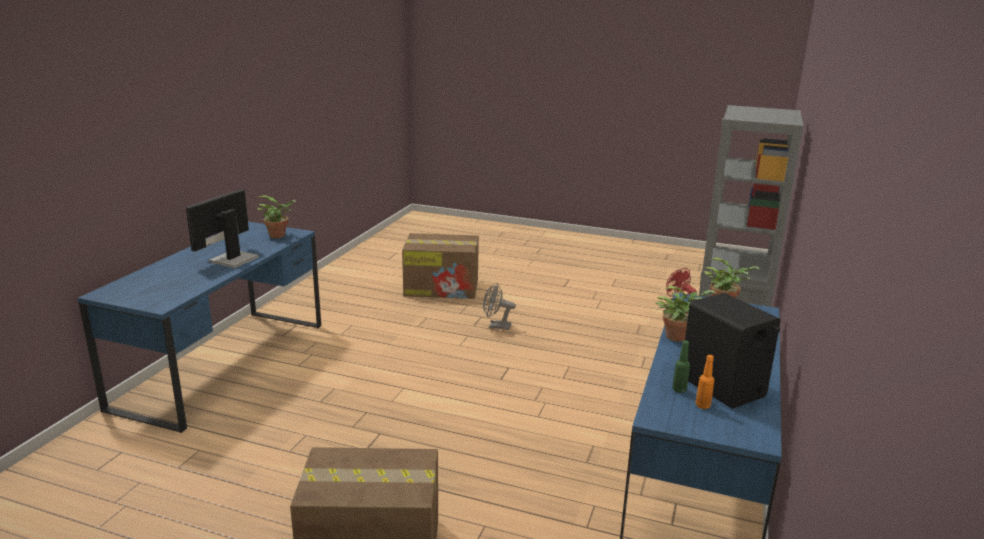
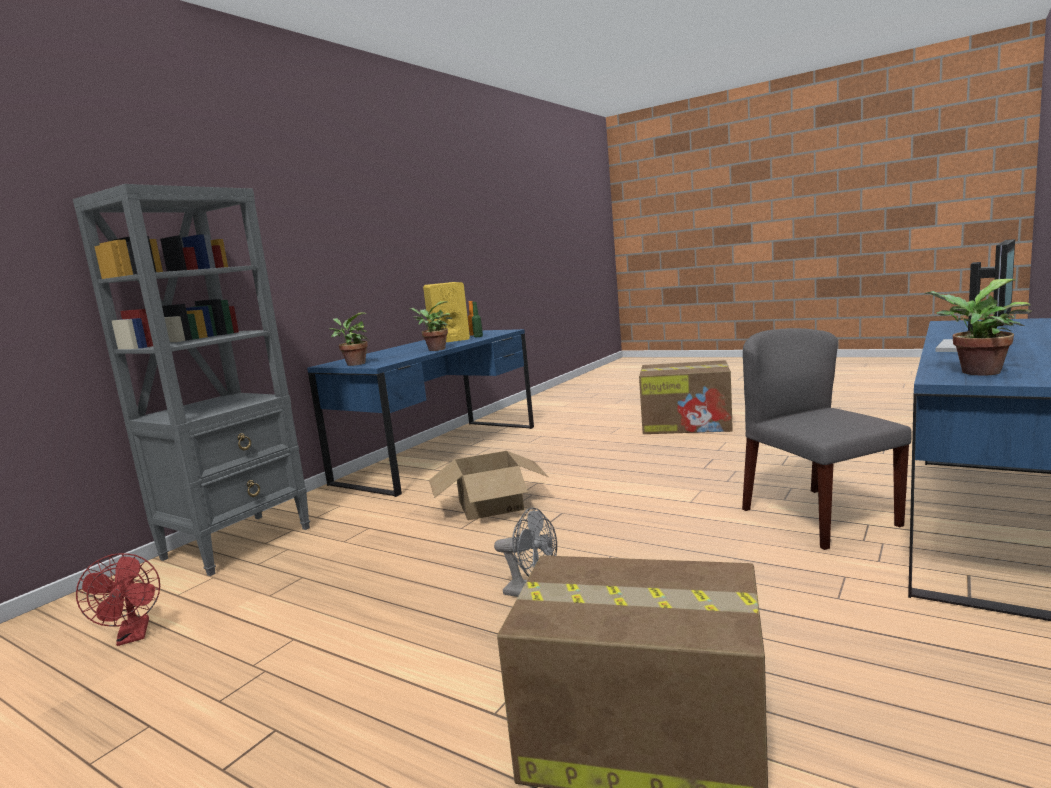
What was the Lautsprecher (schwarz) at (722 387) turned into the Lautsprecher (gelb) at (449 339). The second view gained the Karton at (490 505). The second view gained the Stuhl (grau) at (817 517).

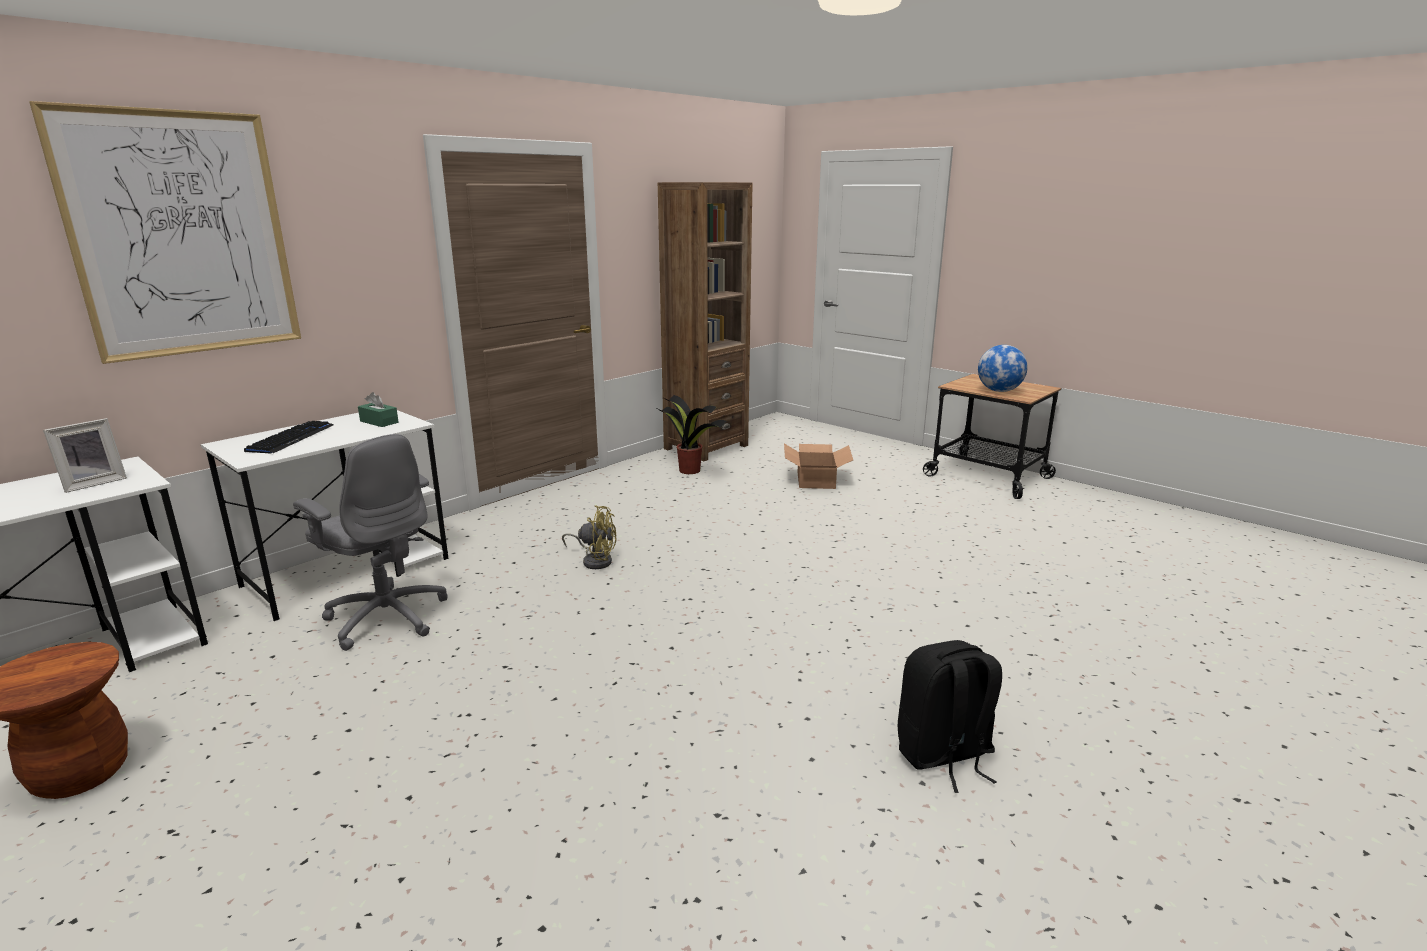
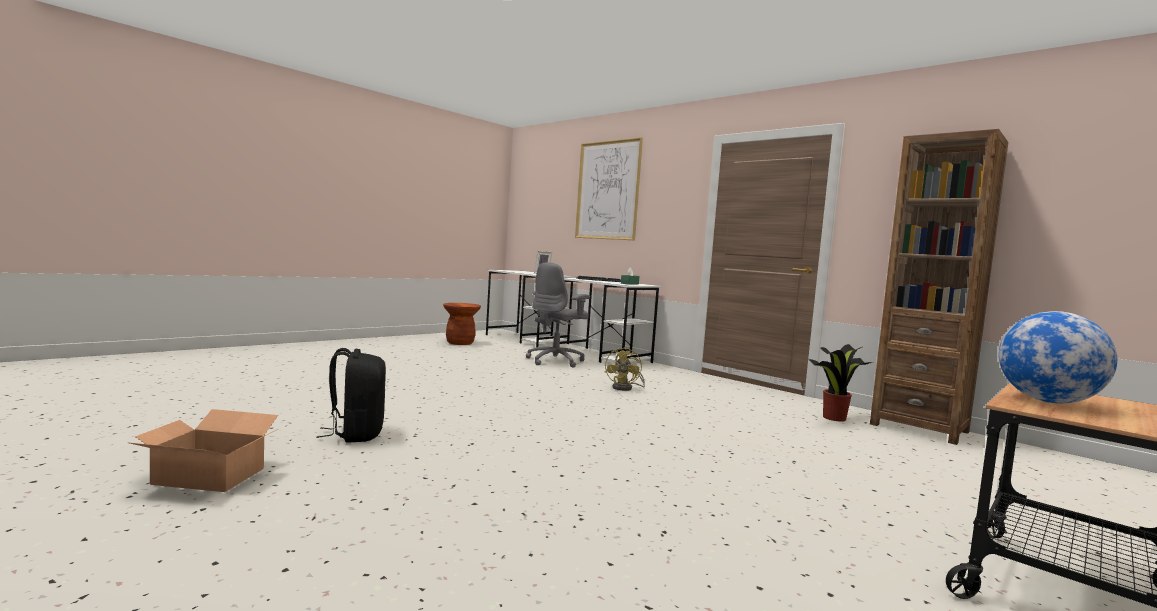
The Karton ended up elsewhere, having gone from (815 480) to (209 476).

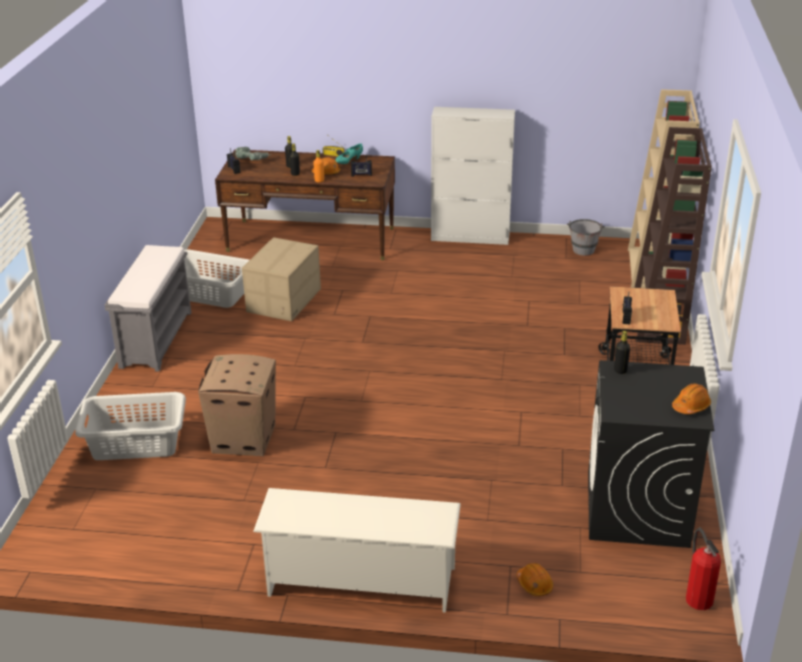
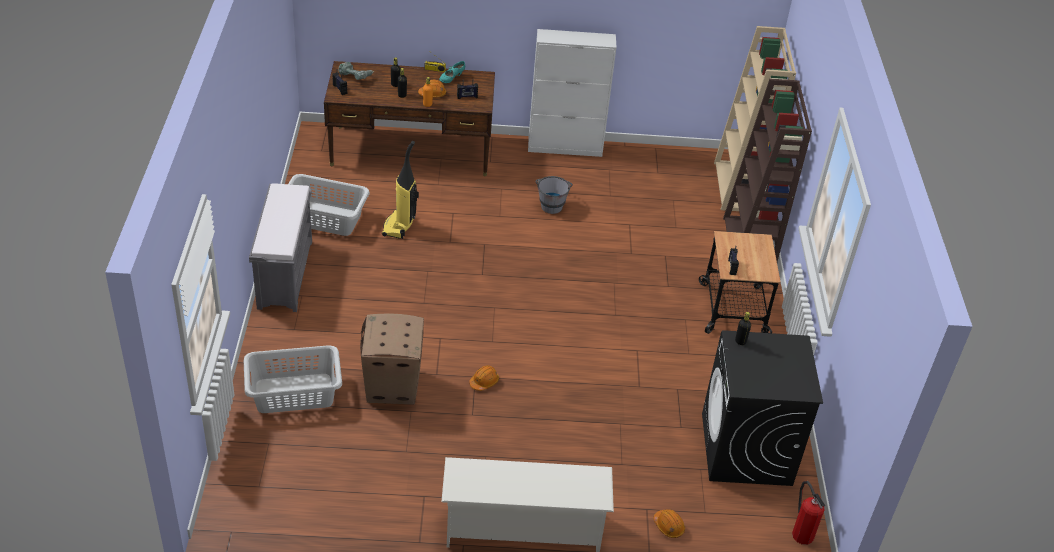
Where the Karton stood at (284 300), the Staubsauger came to stand at (399 226). The Eimer (grau) ended up elsewhere, having gone from (583 248) to (551 204). The Schutzhelm (orange) ended up elsewhere, having gone from (691 406) to (484 382).

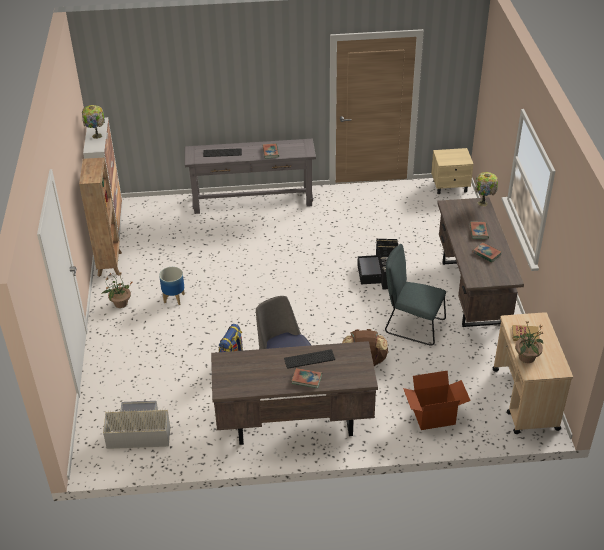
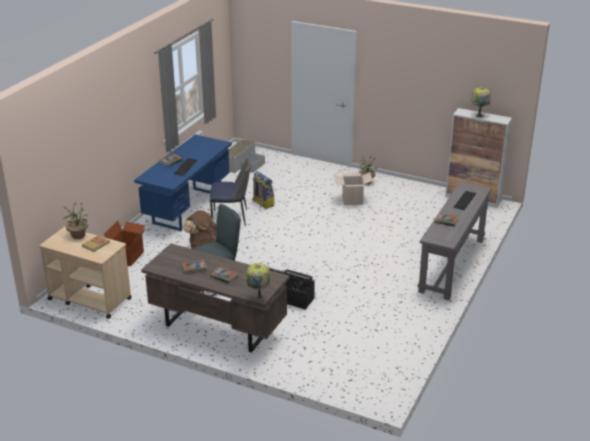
The second view lost the Bücherregal (braun) at (110 263). Where the Pflanzkübel stood at (173 298), the Karton came to stand at (352 200). What was the Schreibtisch (braun) at (293 423) turned into the Schreibtisch (blau) at (188 208). The second view lost the Nachttisch (beige) at (450 186).

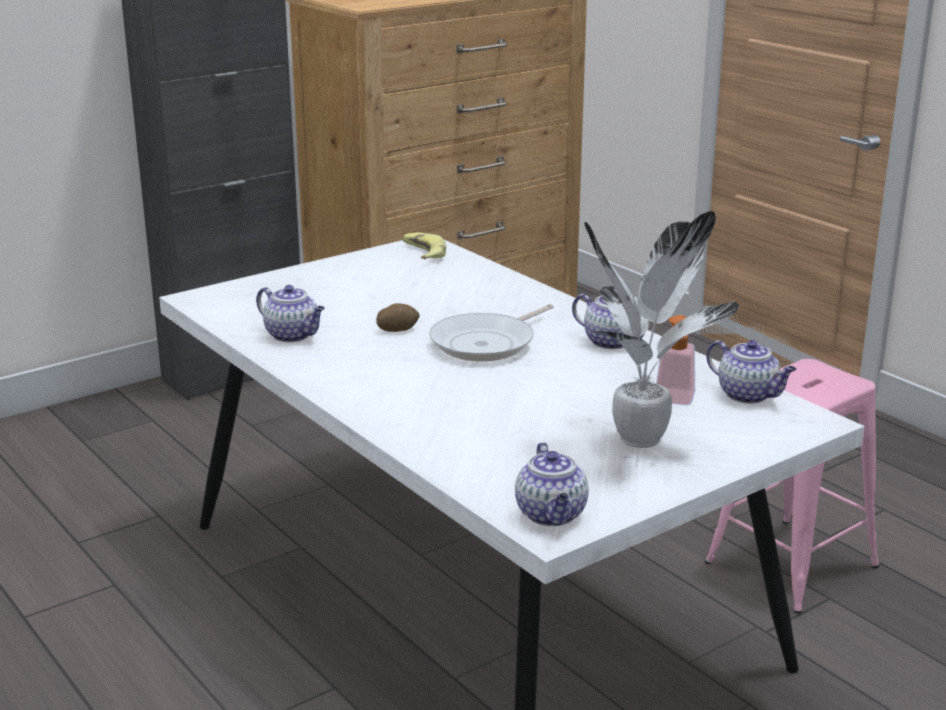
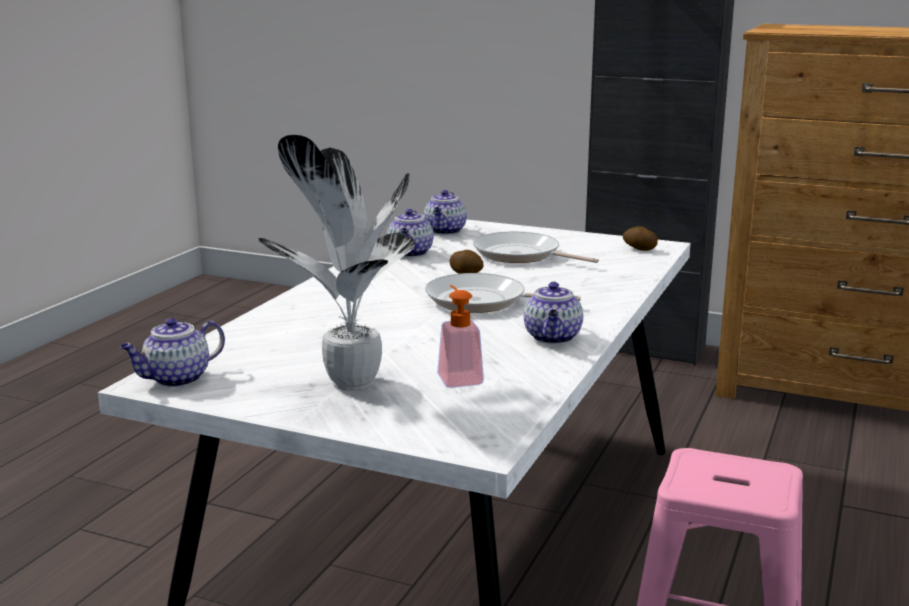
Where the Banane stood at (423 253), the Kartoffel came to stand at (639 249). The Teekanne ended up elsewhere, having gone from (749 395) to (445 231). The second view gained the Pfanne at (521 255).

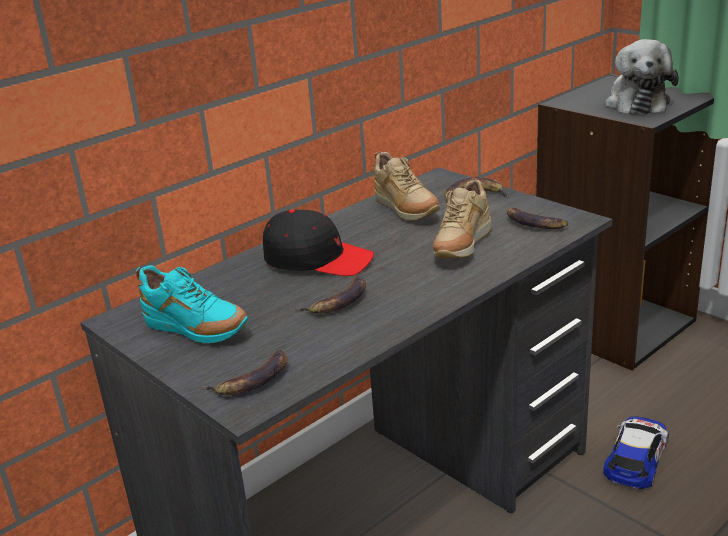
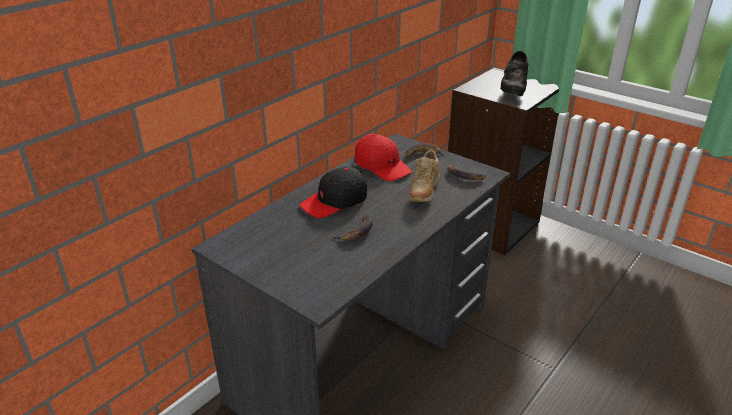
The second view lost the Schuh (türkis) at (196 331). The second view lost the Banane at (253 379). The Kappe (schwarz) at (317 259) ended up facing another way, 135 degrees clockwise from before. Where the Schuh (beige) stood at (405 211), the Kappe (rot) came to stand at (382 166). The second view lost the Spielzeugauto at (636 457). Where the Plüschtier stood at (636 103), the Schuh (schwarz) came to stand at (513 91).

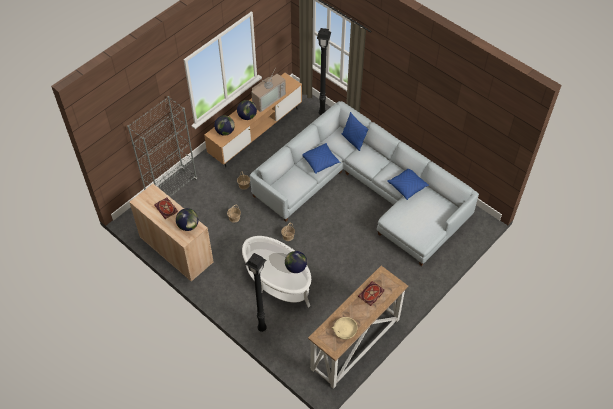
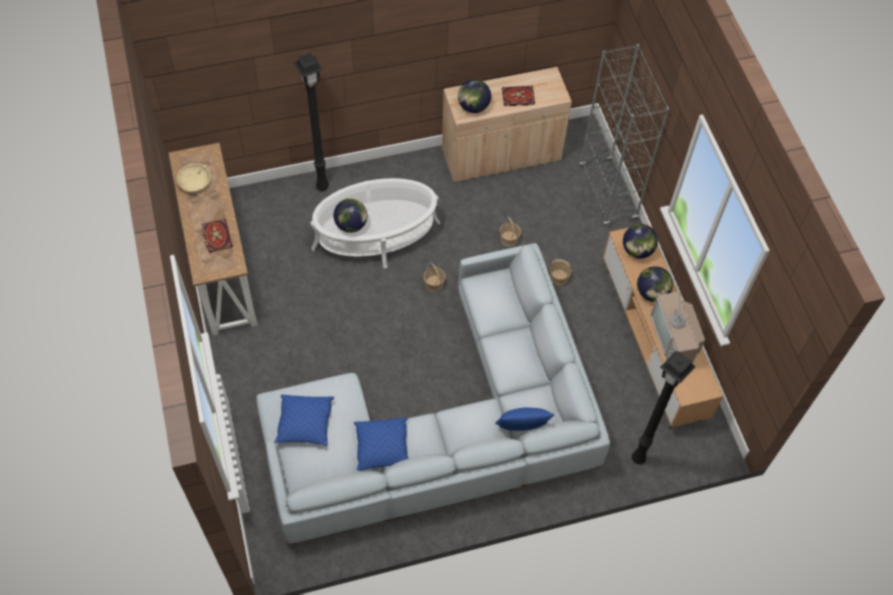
The Kissen (blau) ended up elsewhere, having gone from (320 161) to (305 424).

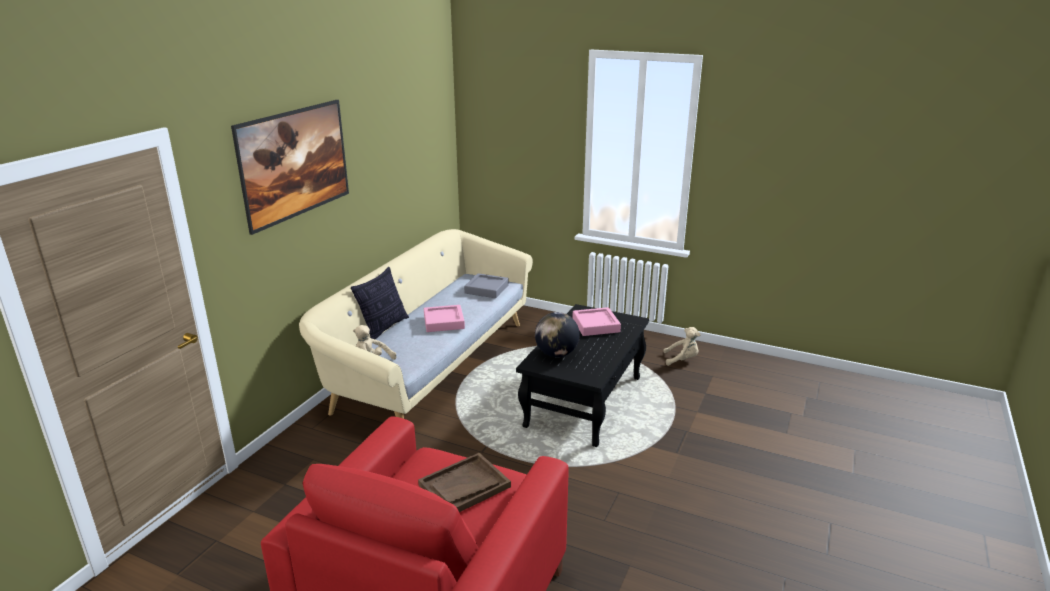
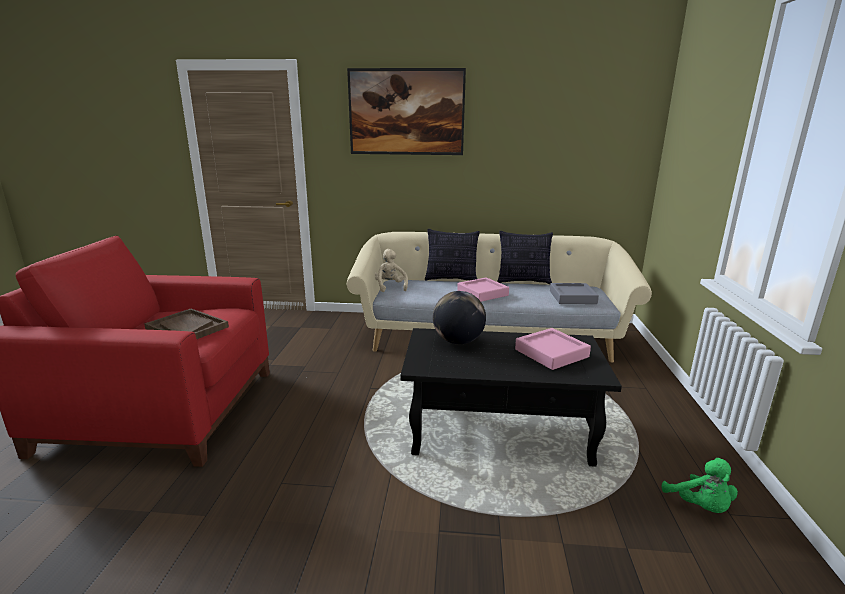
What was the Plüschtier (beige) at (682 360) turned into the Plüschtier (grün) at (700 506). The second view gained the Kissen at (523 281).

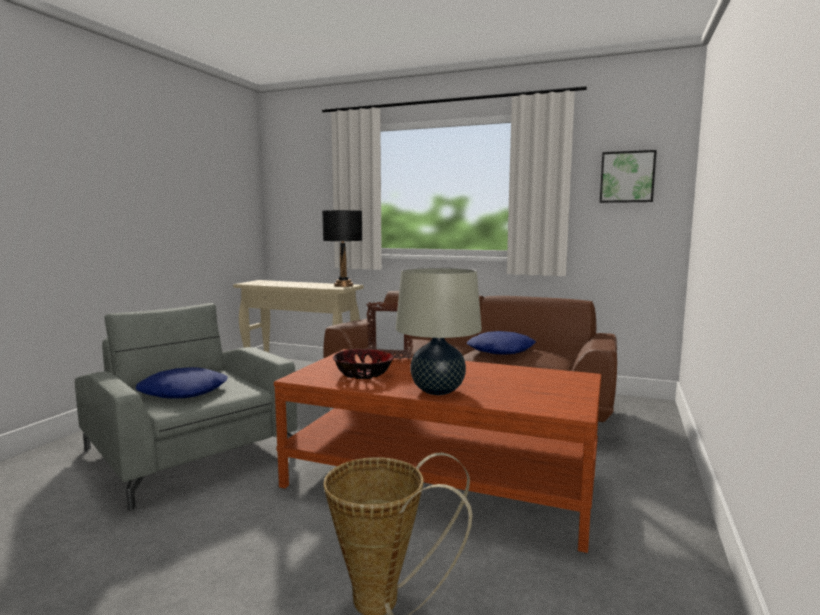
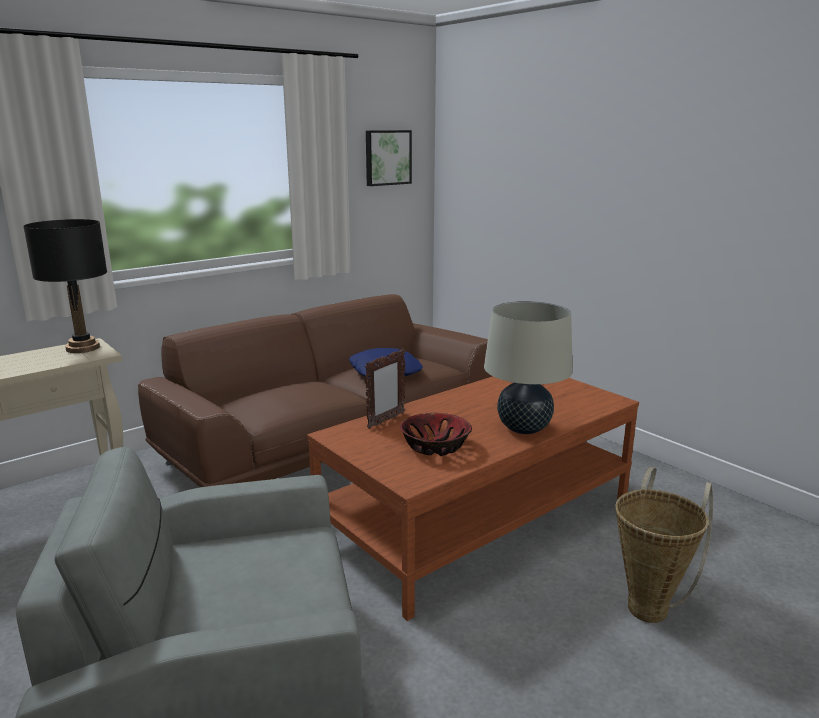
The second view lost the Kissen (blau) at (184 391).

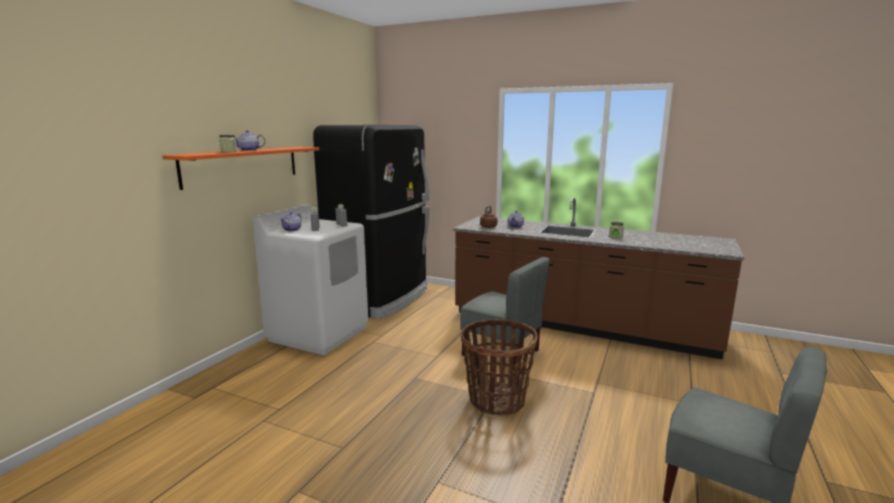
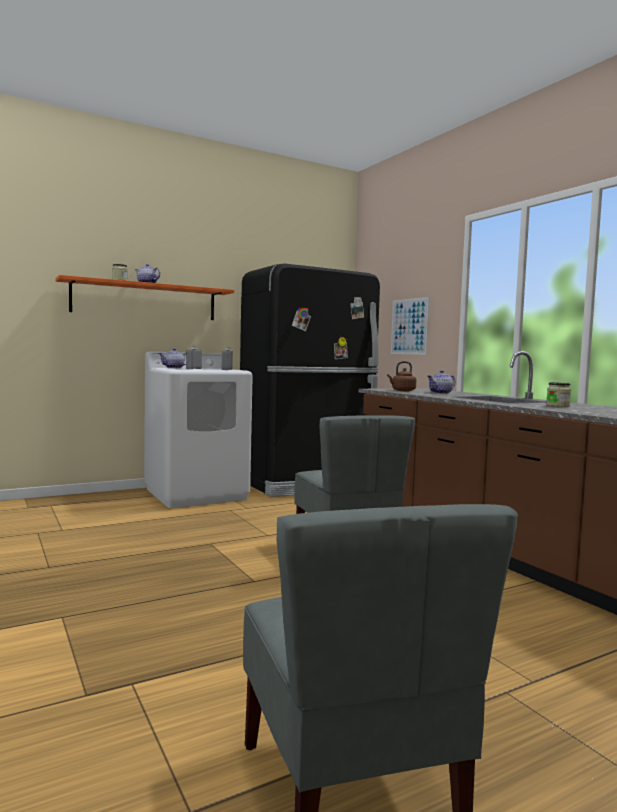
The second view lost the Korb at (496 400). The second view gained the Bild at (409 326).

